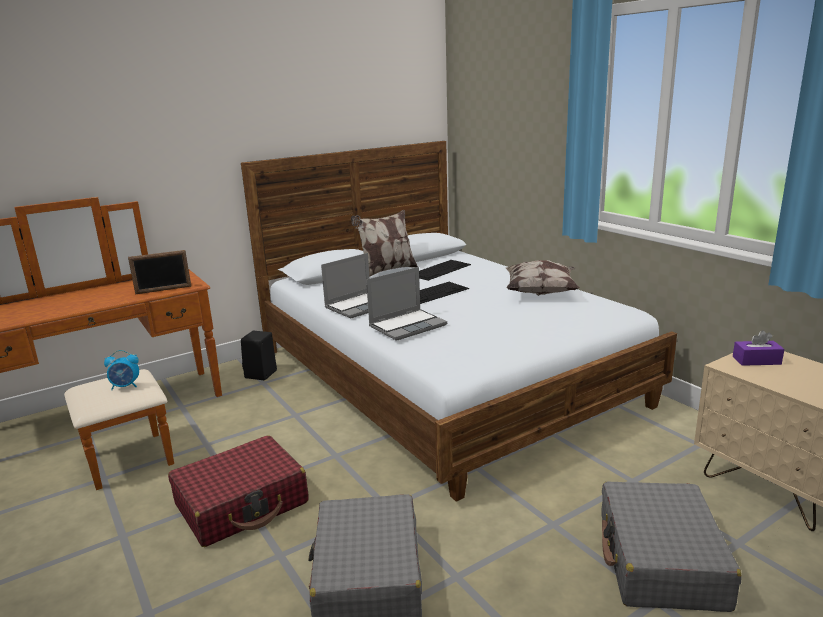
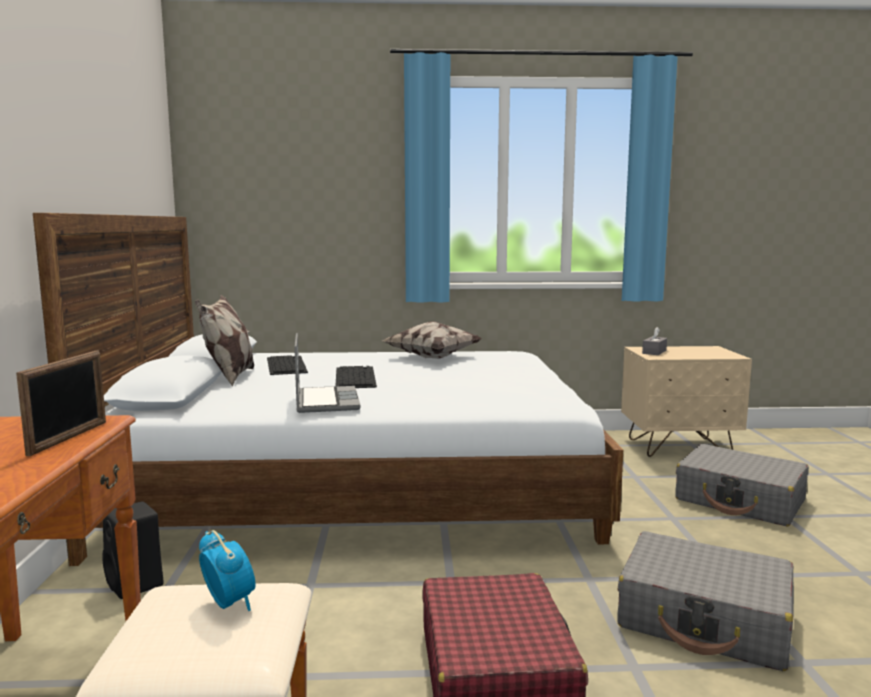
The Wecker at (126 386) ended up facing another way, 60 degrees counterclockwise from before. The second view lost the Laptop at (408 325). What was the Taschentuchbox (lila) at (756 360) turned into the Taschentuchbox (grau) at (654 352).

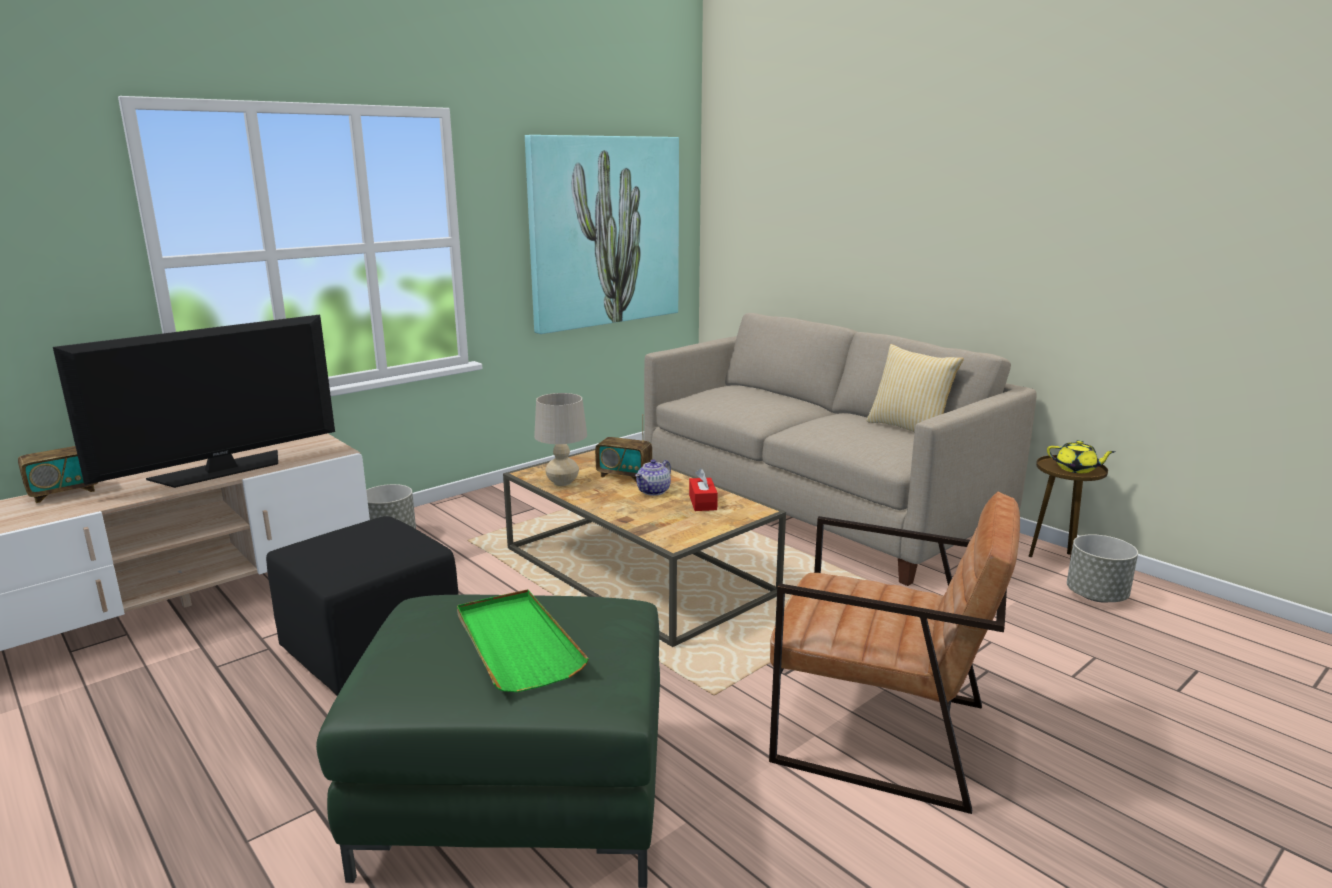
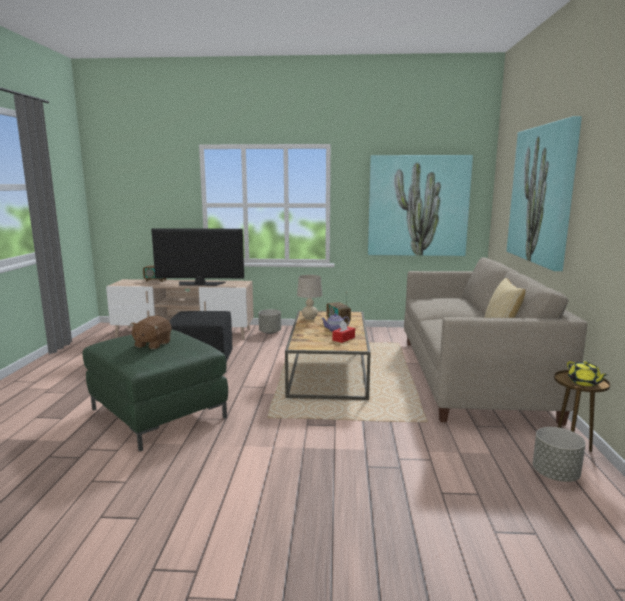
Where the Tablett (grün) stood at (516 644), the Plüschtier (braun) came to stand at (152 344). The second view lost the Sessel (braun) at (880 733). The second view gained the Bild at (542 195).

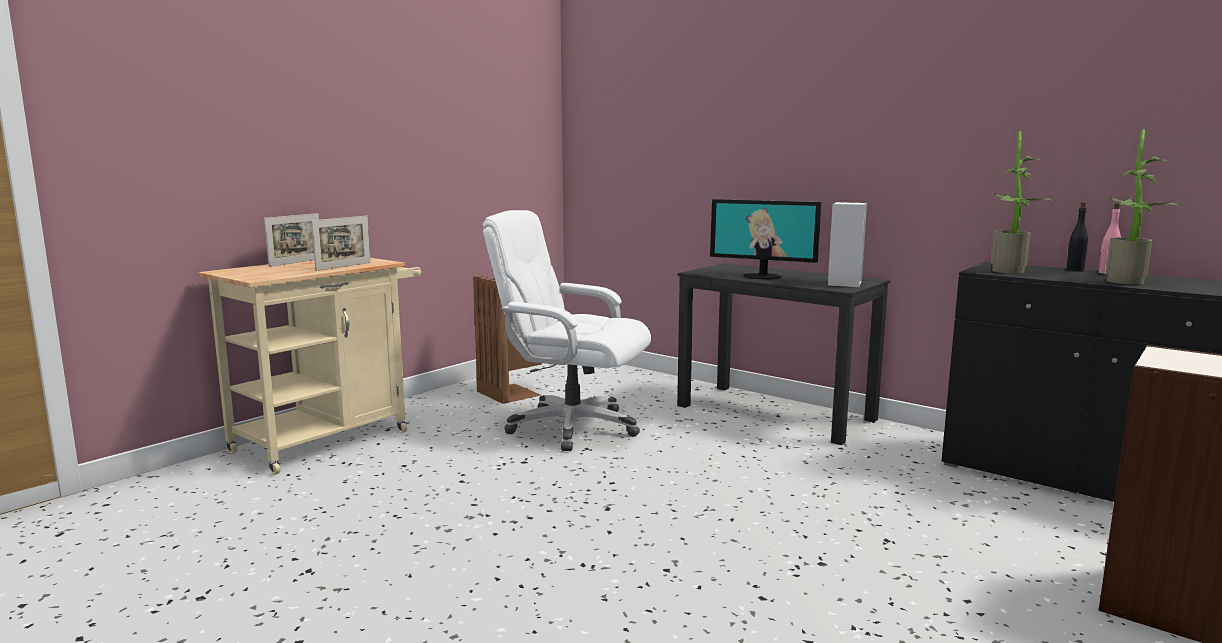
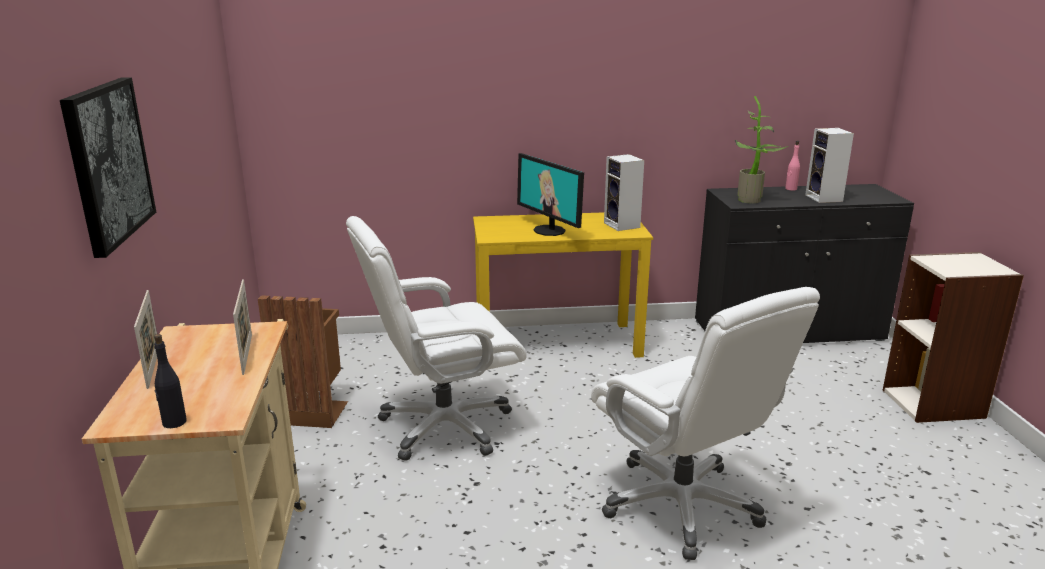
What was the Schreibtisch (schwarz) at (775 412) turned into the Schreibtisch (gelb) at (558 343). The Monitor at (762 276) ended up facing another way, 75 degrees clockwise from before. The Flasche (schwarz) ended up elsewhere, having gone from (1074 270) to (174 422). Where the Topfpflanze stood at (1131 282), the Lautsprecher came to stand at (825 198). The second view gained the Bild at (108 163). The second view gained the Bürostuhl (weiß) at (682 505).

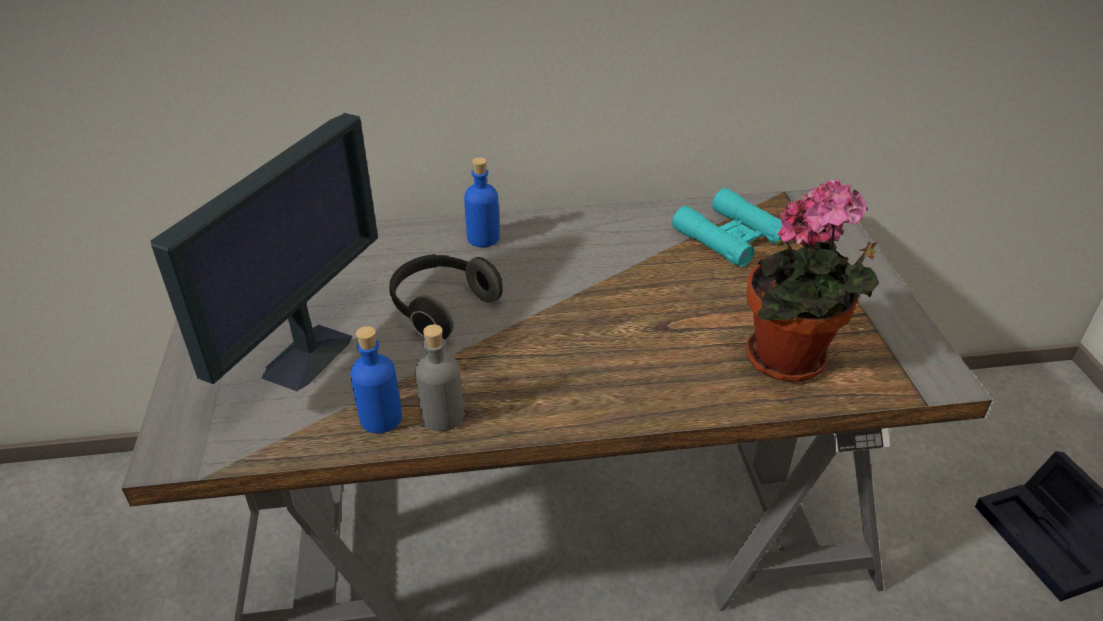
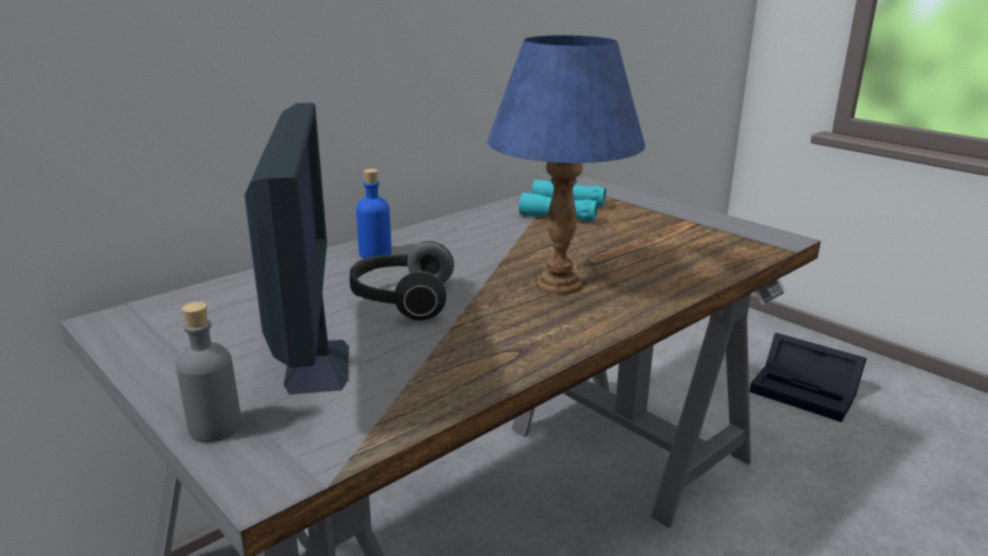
The second view lost the Flasche (blau) at (381 418). The Flasche (grau) ended up elsewhere, having gone from (442 416) to (215 427). The second view lost the Topfpflanze at (791 362). The second view gained the Tischlampe (blau) at (558 285).

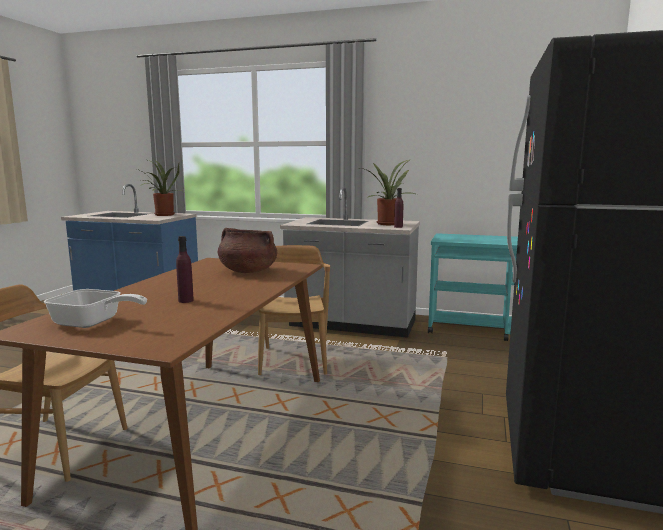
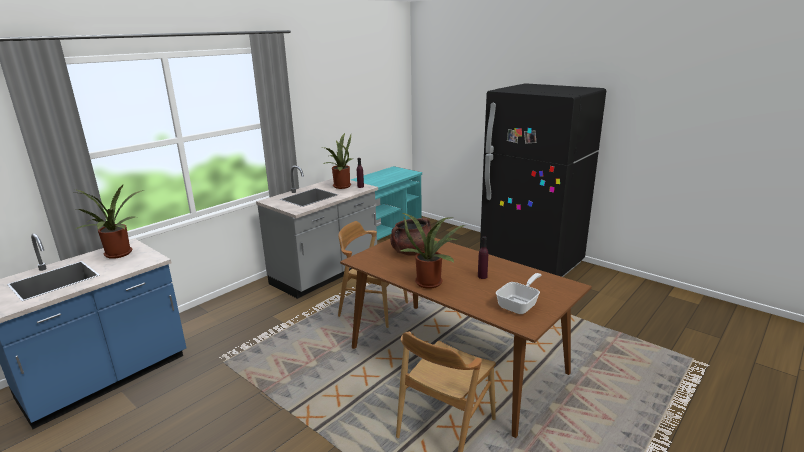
The second view gained the Topfpflanze at (431 282).

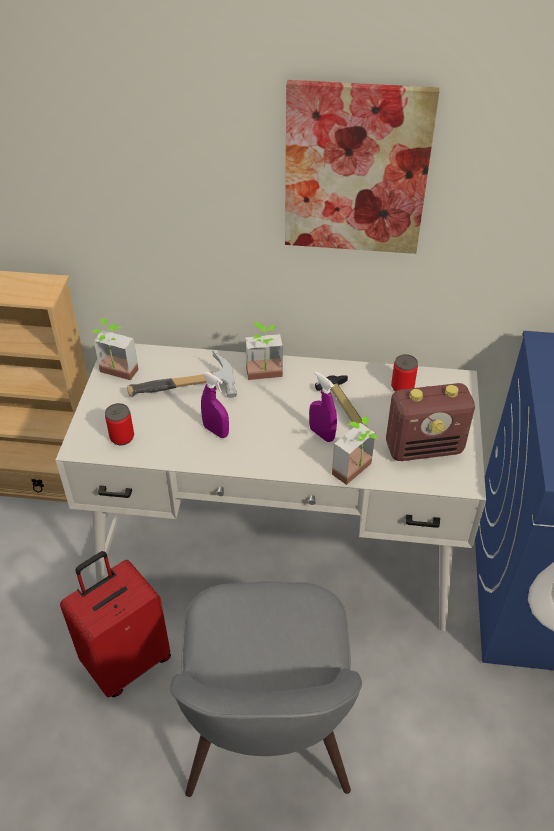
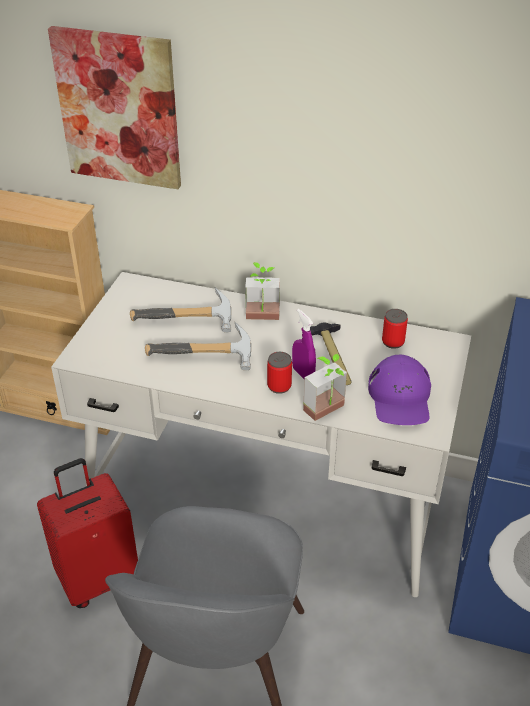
The second view lost the Topfpflanze at (115 375). The Dose ended up elsewhere, having gone from (122 437) to (279 386). Where the Sprühflasche (lila) stood at (216 431), the Hammer came to stand at (203 359). The Bild ended up elsewhere, having gone from (356 169) to (119 109). Where the Radio stood at (424 448), the Kappe (lila) came to stand at (400 398).

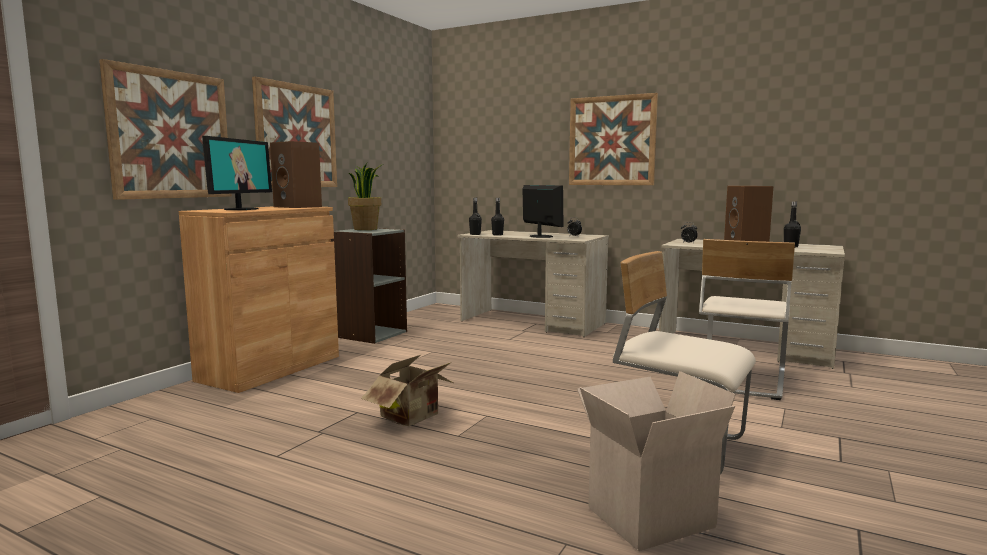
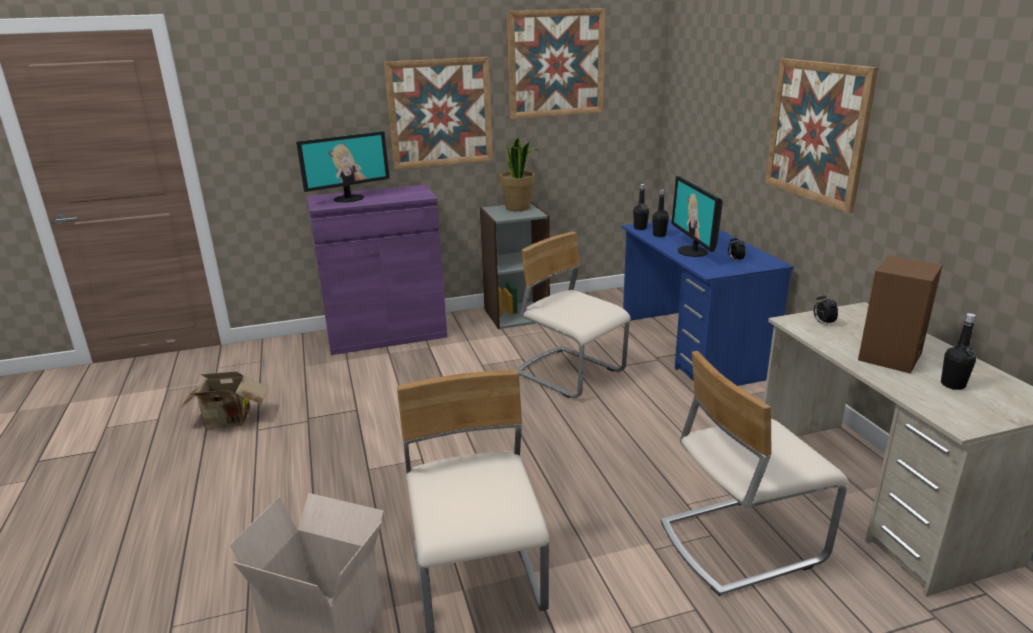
The Bild ended up elsewhere, having gone from (170 135) to (556 63). What was the Schrank (braun) at (270 368) turned into the Schrank (lila) at (386 334). The second view lost the Lautsprecher (braun) at (299 207). The Karton ended up elsewhere, having gone from (414 417) to (229 421). What was the Schreibtisch (beige) at (532 322) turned into the Schreibtisch (blau) at (692 348). The Monitor at (540 236) ended up facing another way, 150 degrees clockwise from before. The second view gained the Stuhl (beige) at (570 373).

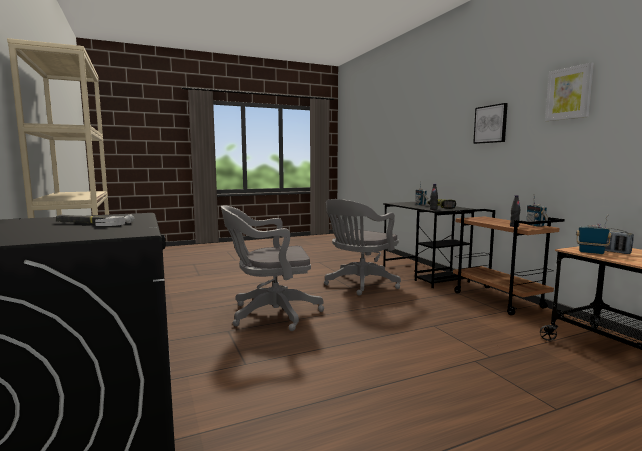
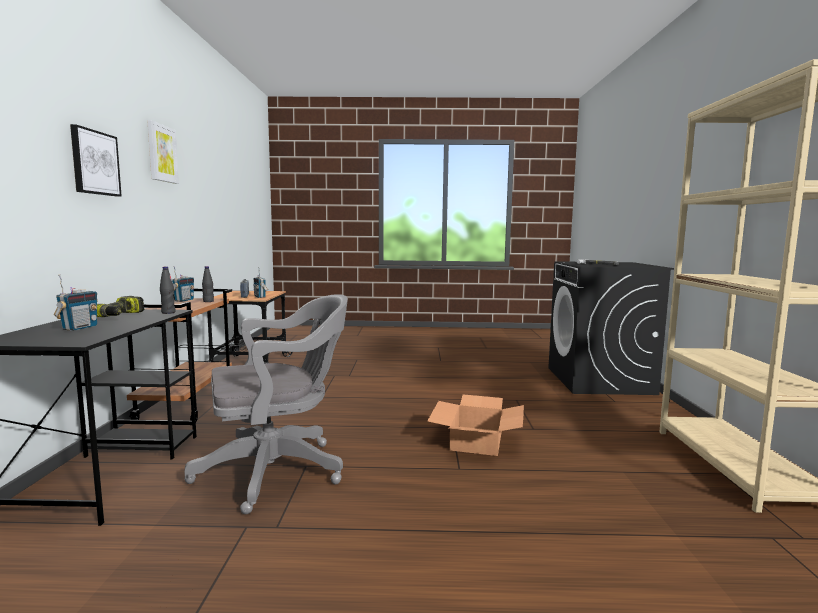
Where the Bürostuhl (grau) stood at (270 314), the Karton came to stand at (476 440).

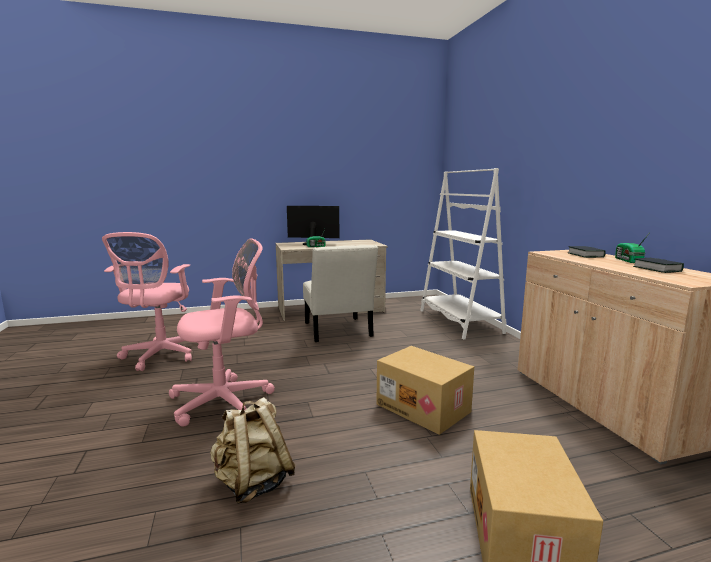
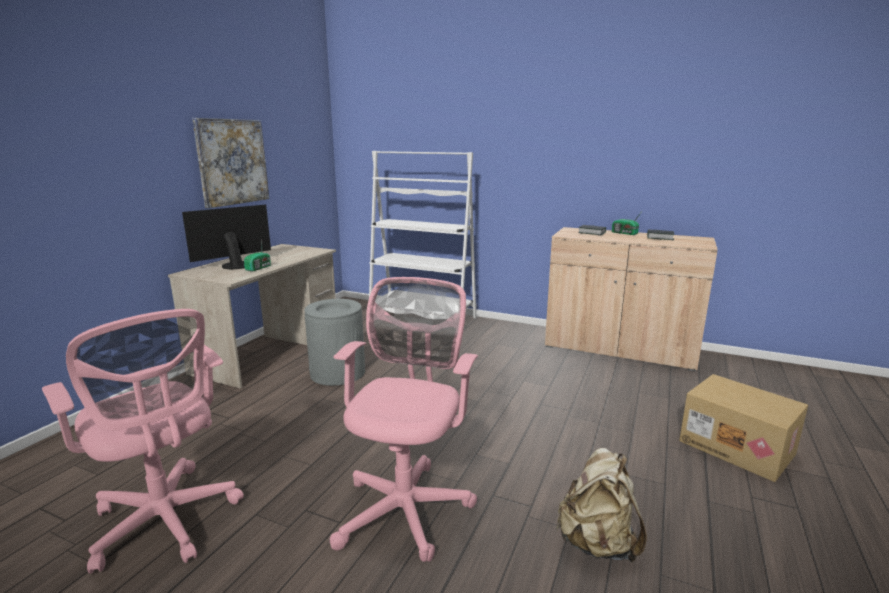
Where the Stuhl (weiß) stood at (338 331), the Mülleimer (grau) came to stand at (338 373). The second view lost the Karton at (424 408). The second view gained the Bild at (232 162).

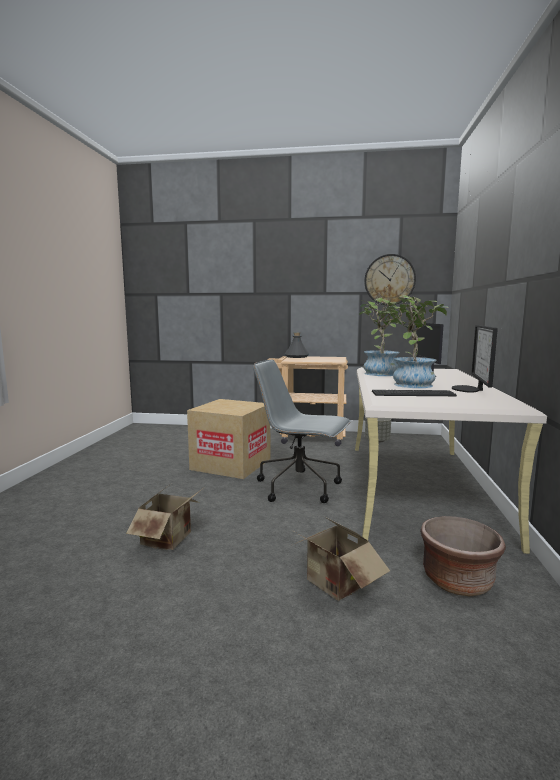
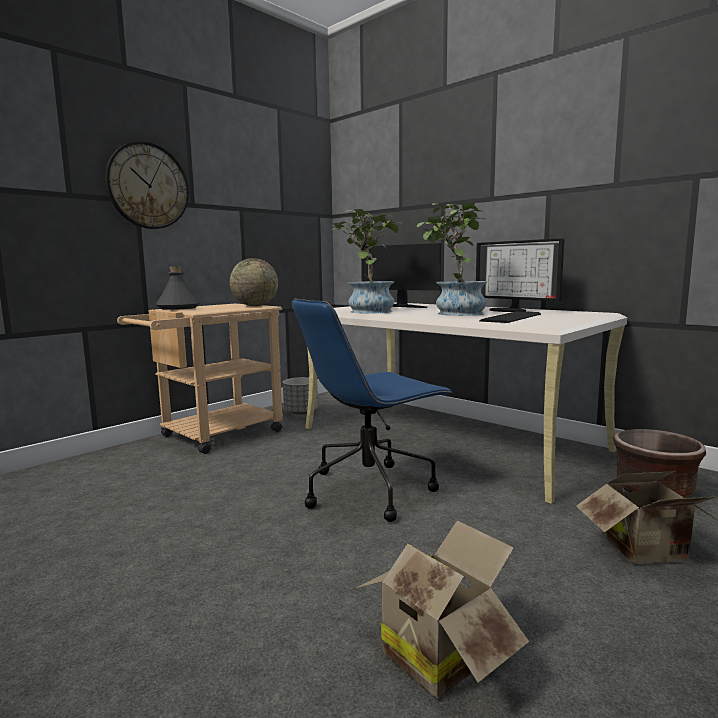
The second view lost the Karton at (231 464). What was the Bürostuhl (grau) at (300 487) turned into the Bürostuhl (blau) at (370 489). The Wanduhr ended up elsewhere, having gone from (389 280) to (148 186). The second view gained the Globus at (255 306).

